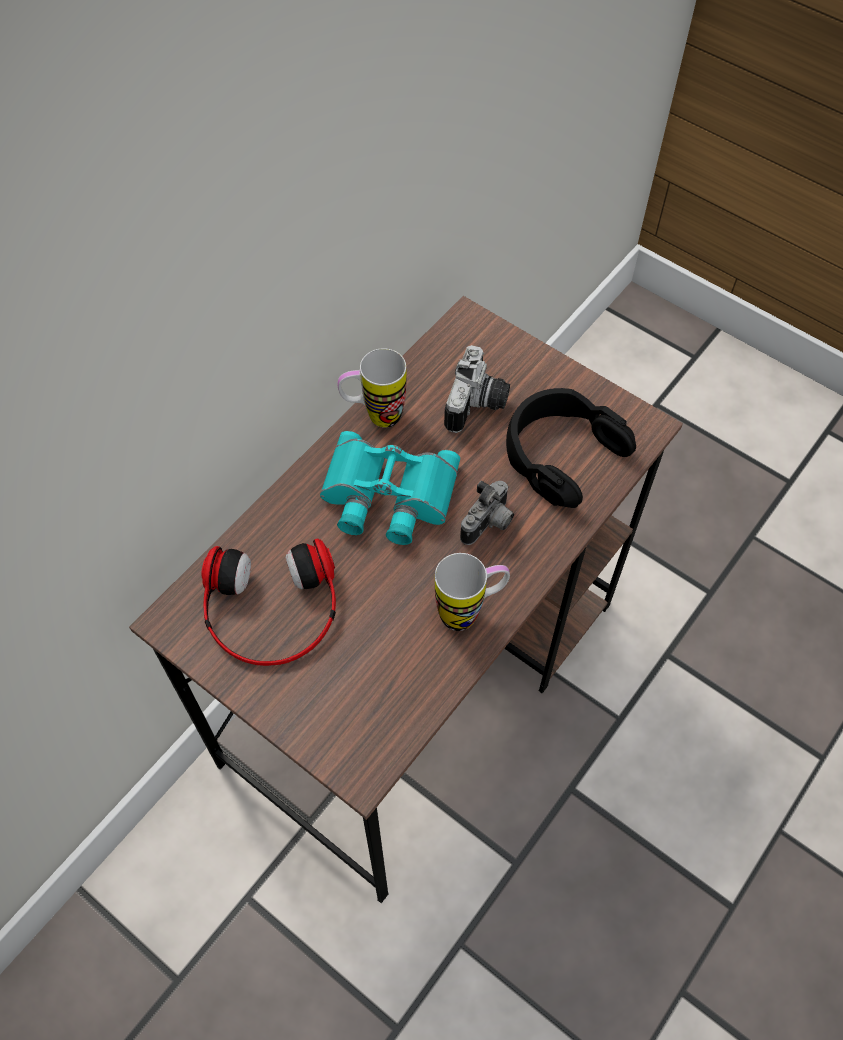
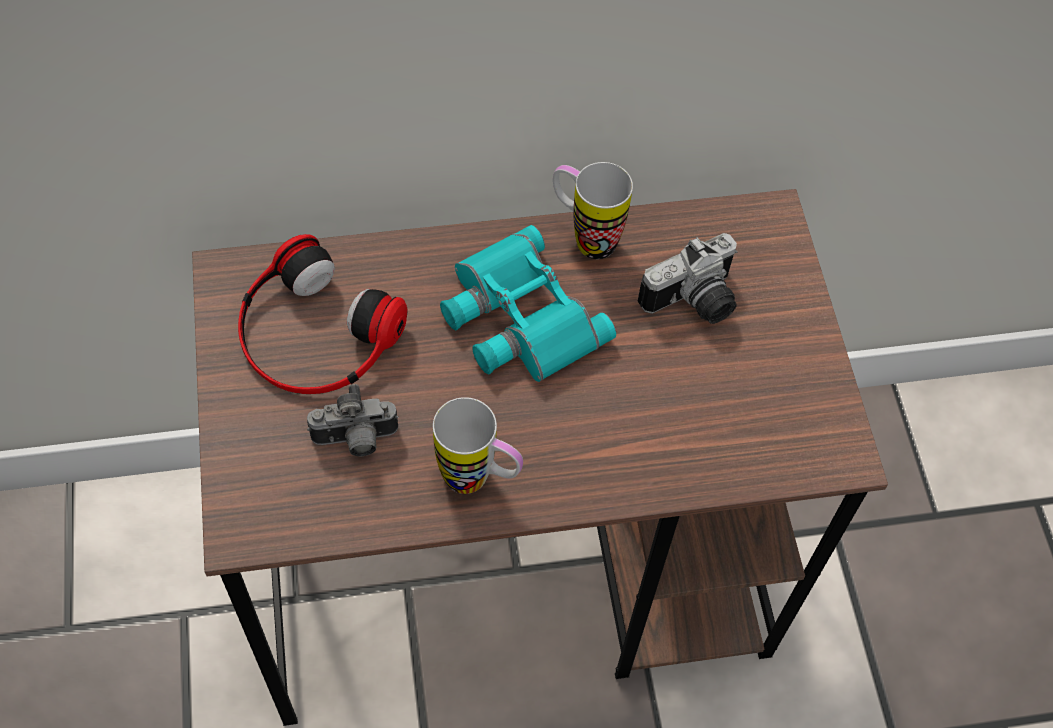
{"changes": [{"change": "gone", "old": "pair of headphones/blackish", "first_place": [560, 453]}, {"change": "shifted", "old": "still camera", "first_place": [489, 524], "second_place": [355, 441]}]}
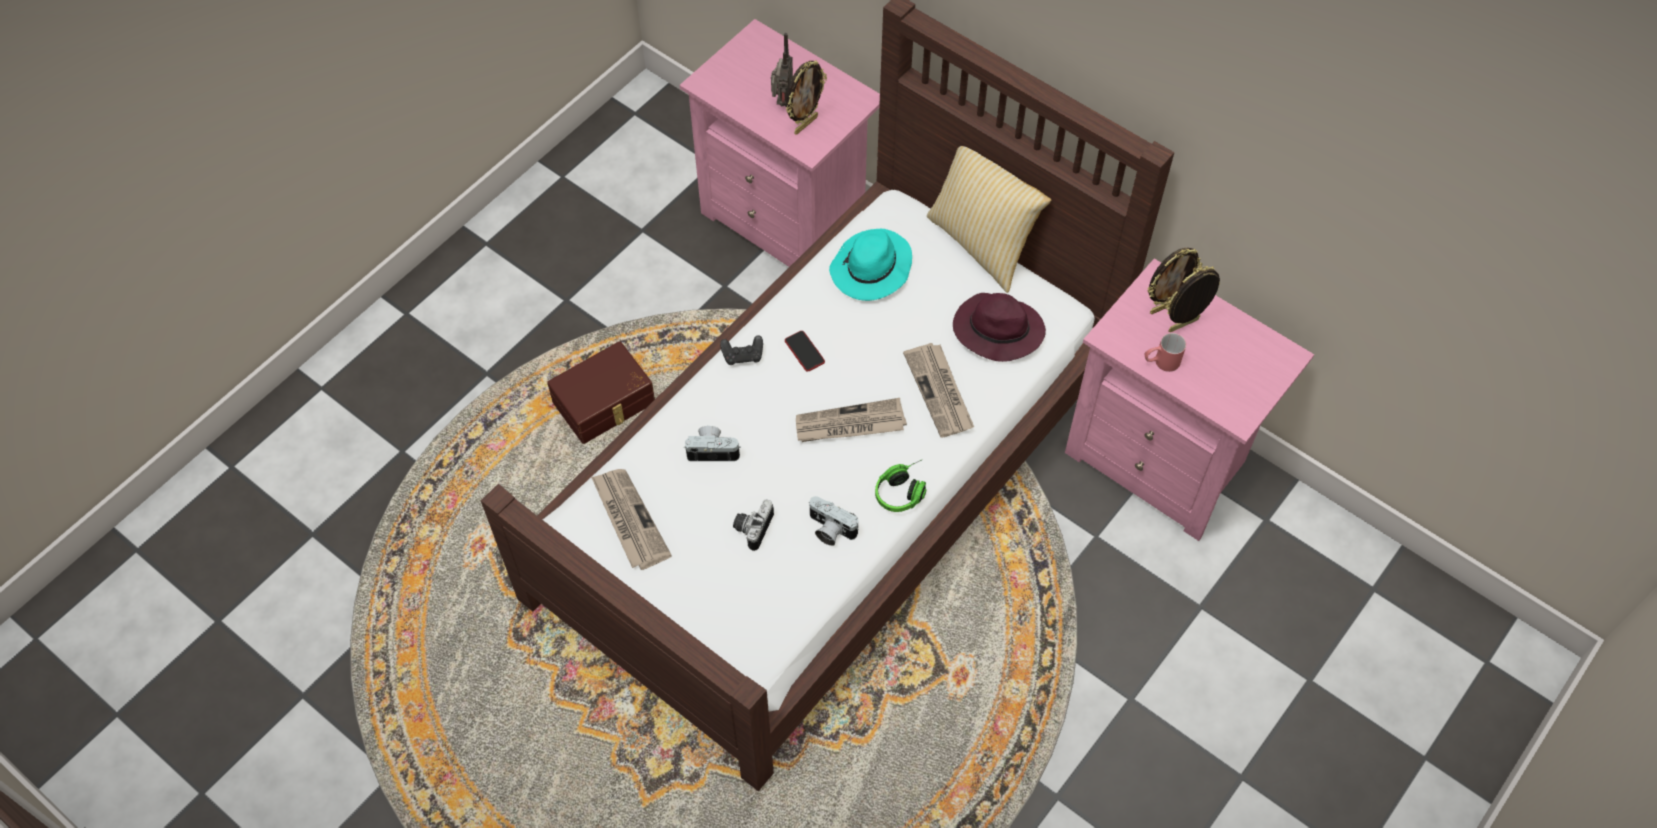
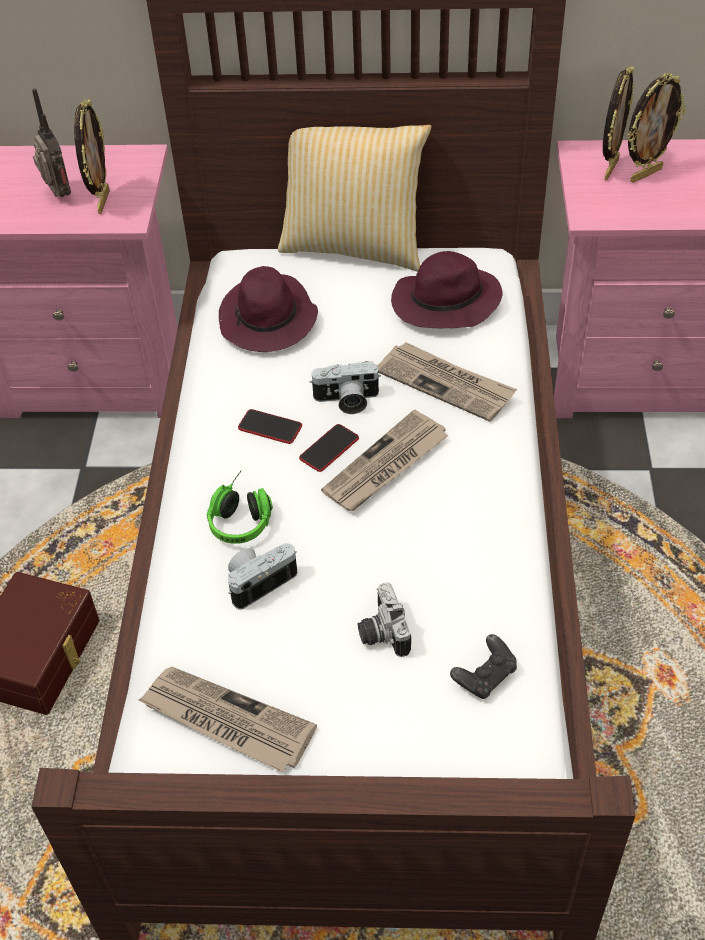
{"changes": [{"change": "gone", "old": "tea mug/reddish", "first_place": [1161, 362]}, {"change": "new", "new": "phone", "second_place": [329, 449]}, {"change": "shifted", "old": "joypad/blackish", "first_place": [743, 356], "second_place": [485, 676]}, {"change": "shifted", "old": "still camera", "first_place": [829, 530], "second_place": [346, 401]}, {"change": "shifted", "old": "pair of headphones", "first_place": [904, 490], "second_place": [242, 516]}, {"change": "repainted", "old": "hat/turquoise-coloured", "new": "hat/purple", "first_place": [871, 269], "second_place": [268, 320]}, {"change": "rotated", "old": "standing frame", "first_place": [1184, 326], "second_place": [645, 174], "degrees": -150}]}
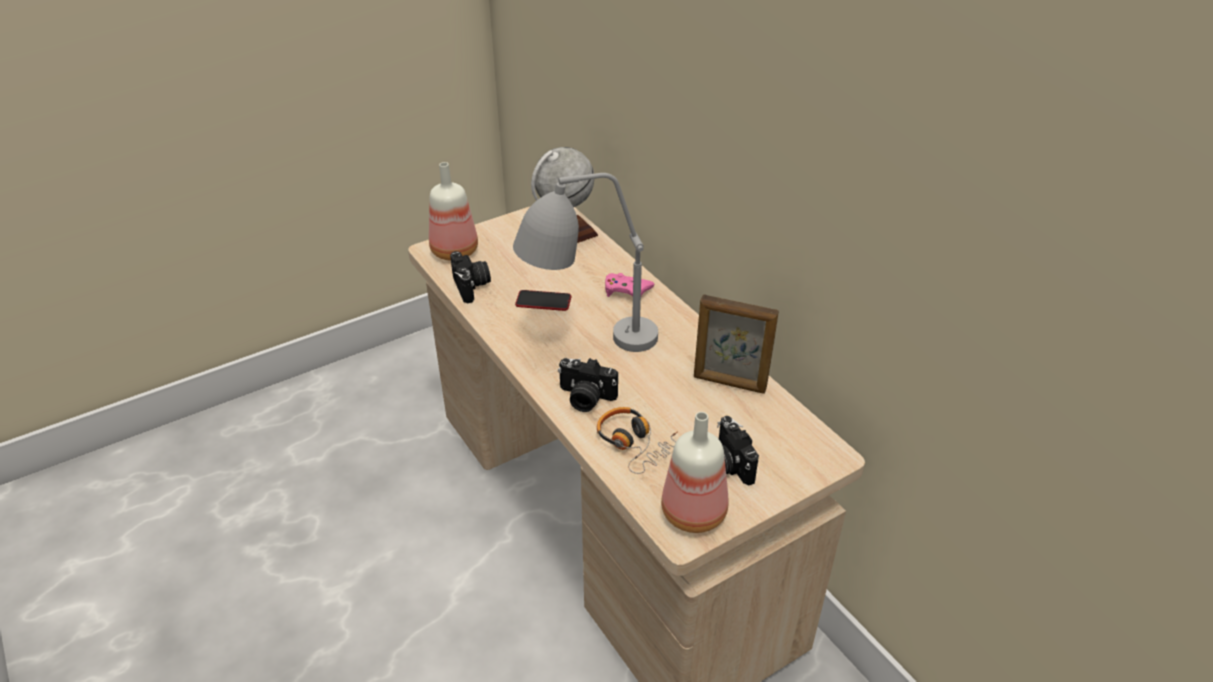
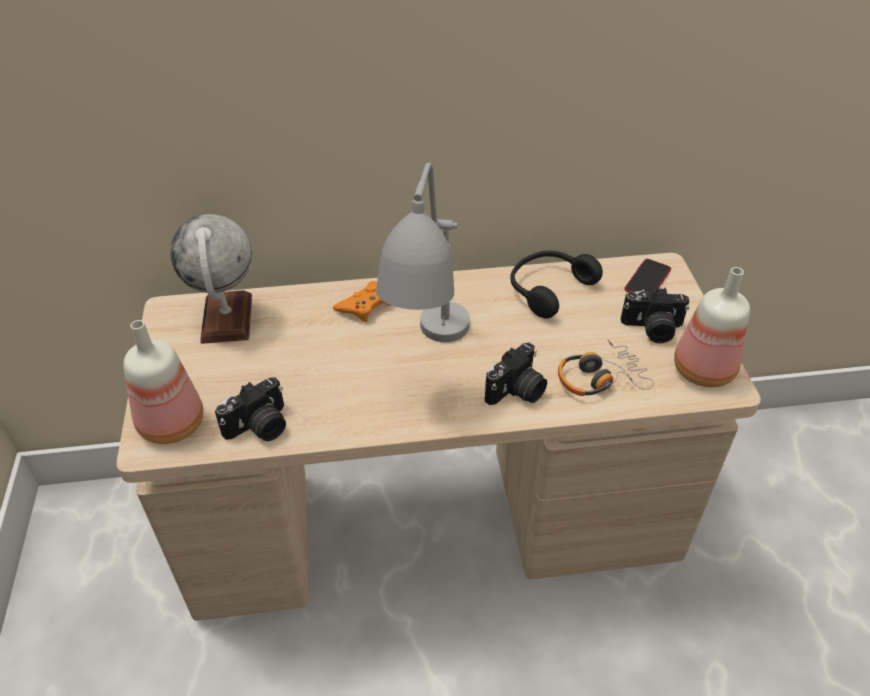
{"changes": [{"change": "shifted", "old": "phone", "first_place": [543, 301], "second_place": [647, 280]}, {"change": "swapped", "old": "standing frame", "new": "pair of headphones/blackish", "first_place": [729, 383], "second_place": [548, 289]}, {"change": "repainted", "old": "joypad/pinkish", "new": "joypad/orangey", "first_place": [626, 290], "second_place": [365, 305]}, {"change": "rotated", "old": "still camera", "first_place": [472, 286], "second_place": [259, 427], "degrees": 135}]}
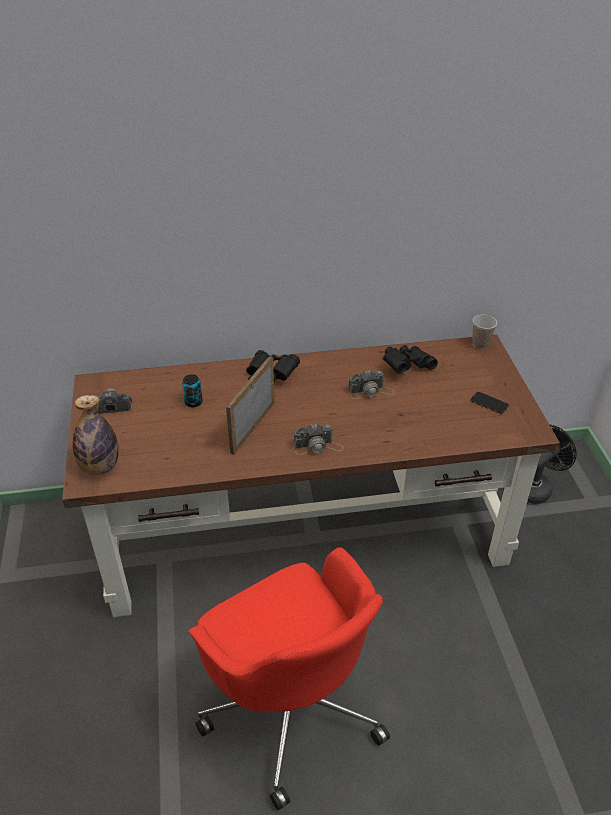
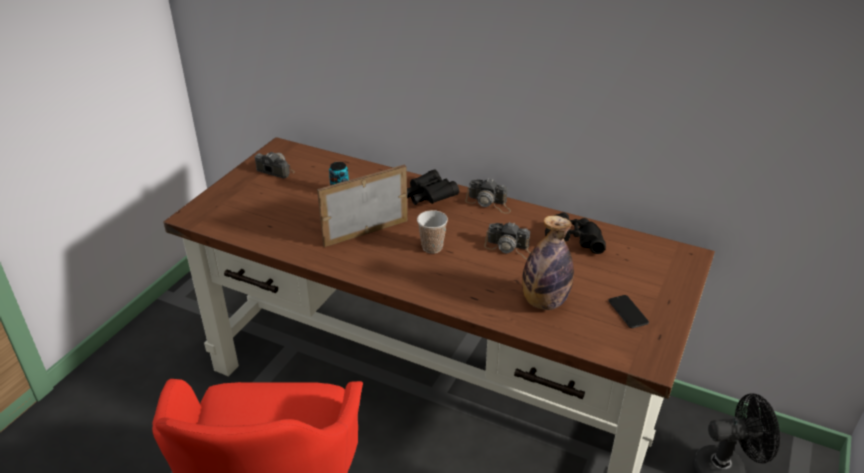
{"changes": [{"change": "shifted", "old": "bottle", "first_place": [100, 467], "second_place": [544, 302]}, {"change": "shifted", "old": "still camera", "first_place": [318, 446], "second_place": [489, 203]}, {"change": "shifted", "old": "small cup", "first_place": [480, 344], "second_place": [432, 247]}]}
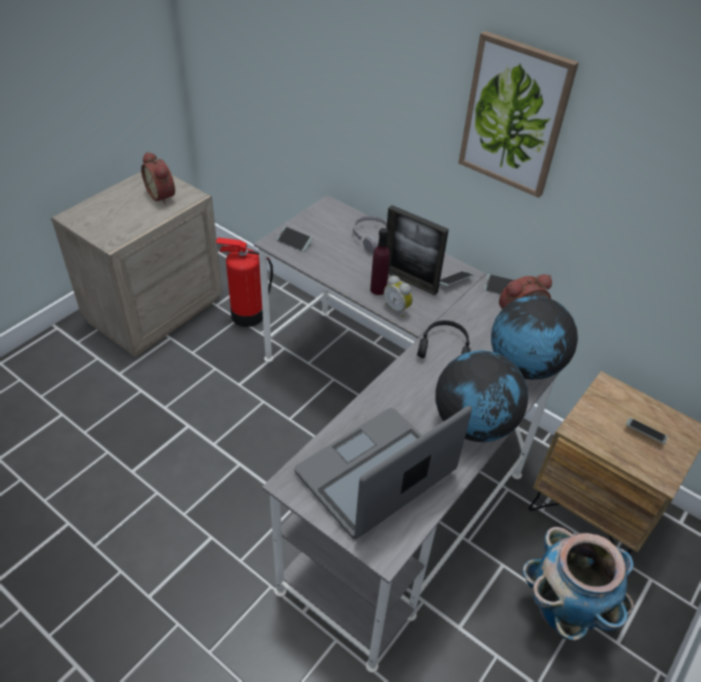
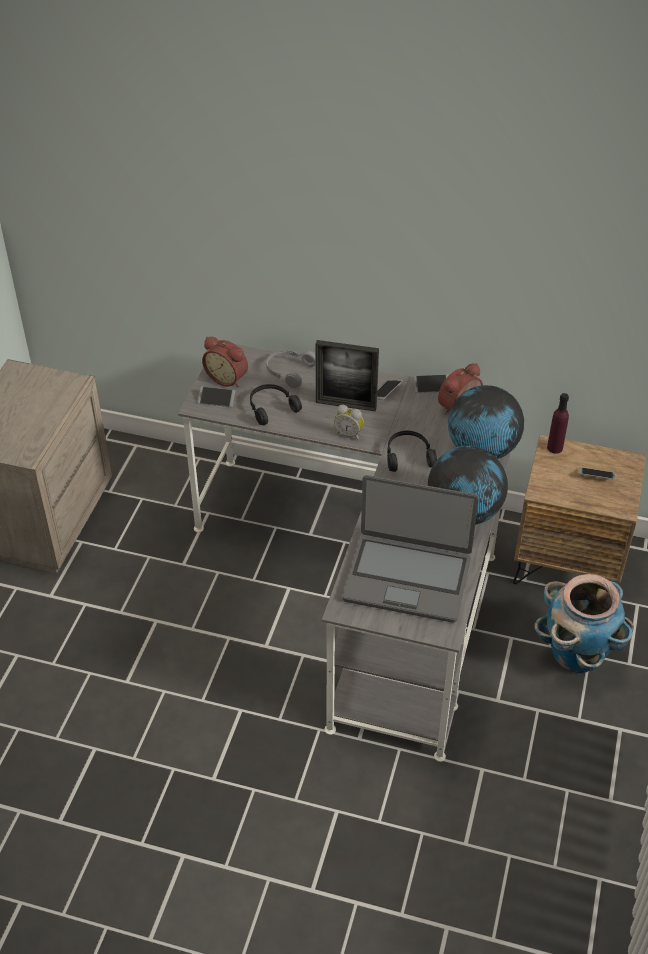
{"changes": [{"change": "gone", "old": "fire-fighting cylinder", "first_place": [246, 315]}, {"change": "gone", "old": "wall picture", "first_place": [515, 115]}, {"change": "new", "new": "pair of headphones/blackish", "second_place": [271, 408]}, {"change": "shifted", "old": "bedside clock", "first_place": [163, 195], "second_place": [227, 377]}, {"change": "shifted", "old": "bottle/purple", "first_place": [378, 289], "second_place": [554, 448]}, {"change": "rotated", "old": "notebook computer", "first_place": [376, 474], "second_place": [407, 578], "degrees": -105}]}
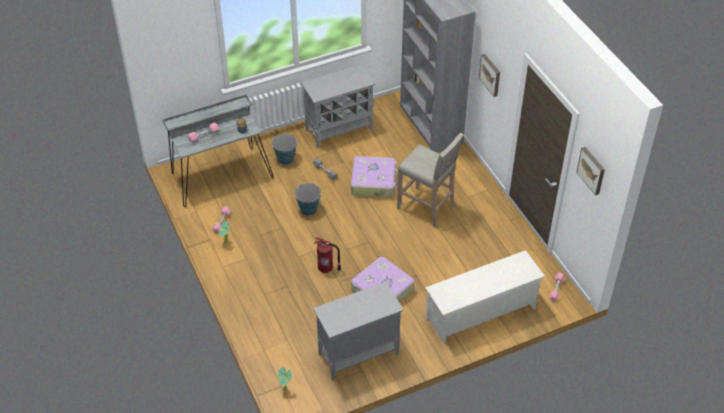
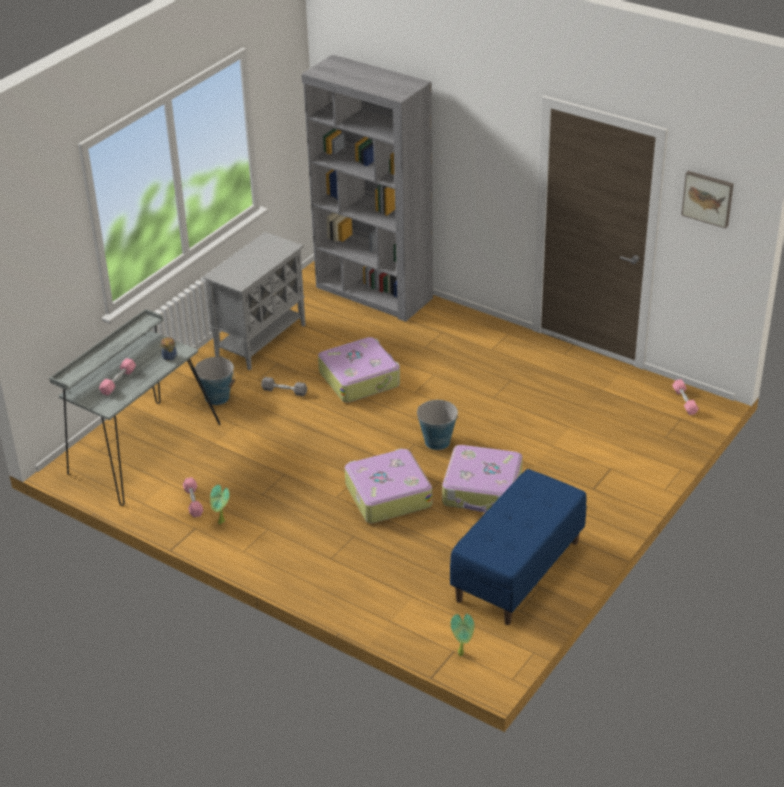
{"changes": [{"change": "gone", "old": "sitting stool/beige-coloured", "first_place": [426, 208]}, {"change": "gone", "old": "shoe stand/whitish", "first_place": [481, 313]}, {"change": "gone", "old": "wall picture", "first_place": [491, 74]}, {"change": "shifted", "old": "bucket", "first_place": [308, 209], "second_place": [437, 442]}, {"change": "swapped", "old": "storage cabinet/gray", "new": "indoor bench/bluish", "first_place": [357, 355], "second_place": [518, 571]}, {"change": "swapped", "old": "fire-fighting cylinder", "new": "travel case", "first_place": [326, 268], "second_place": [387, 495]}]}
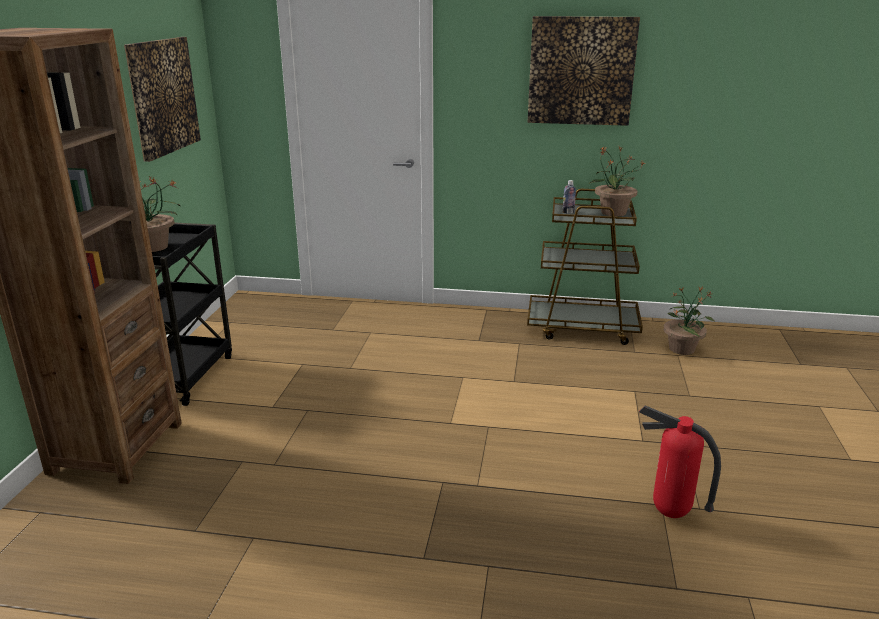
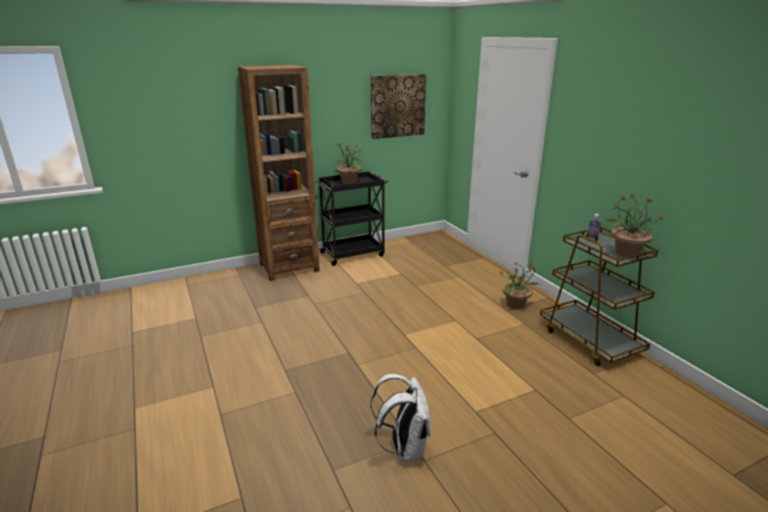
{"changes": [{"change": "gone", "old": "wall picture", "first_place": [581, 71]}, {"change": "shifted", "old": "plant in a pot", "first_place": [682, 349], "second_place": [516, 304]}, {"change": "swapped", "old": "fire-fighting cylinder", "new": "knapsack/whitish", "first_place": [670, 514], "second_place": [404, 447]}]}
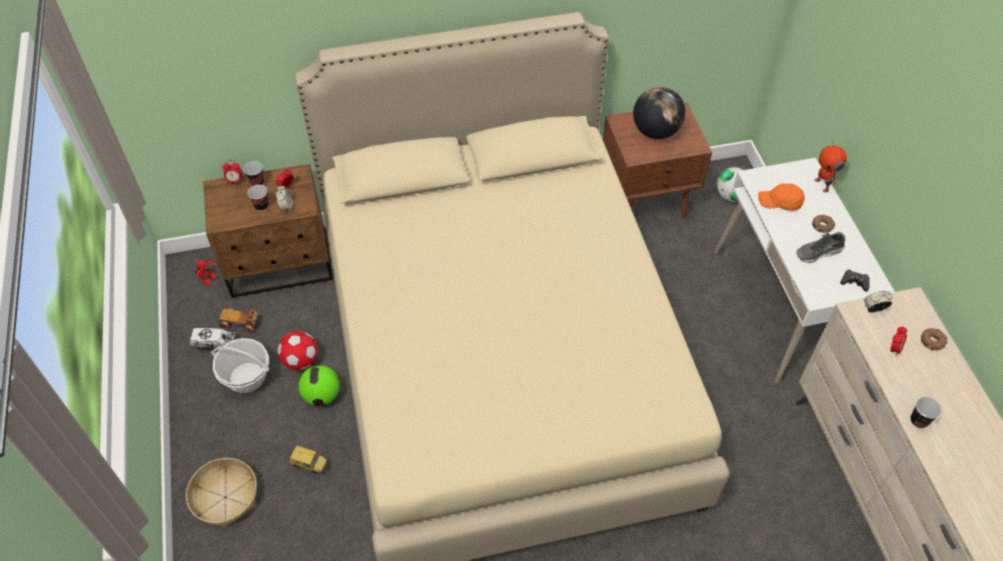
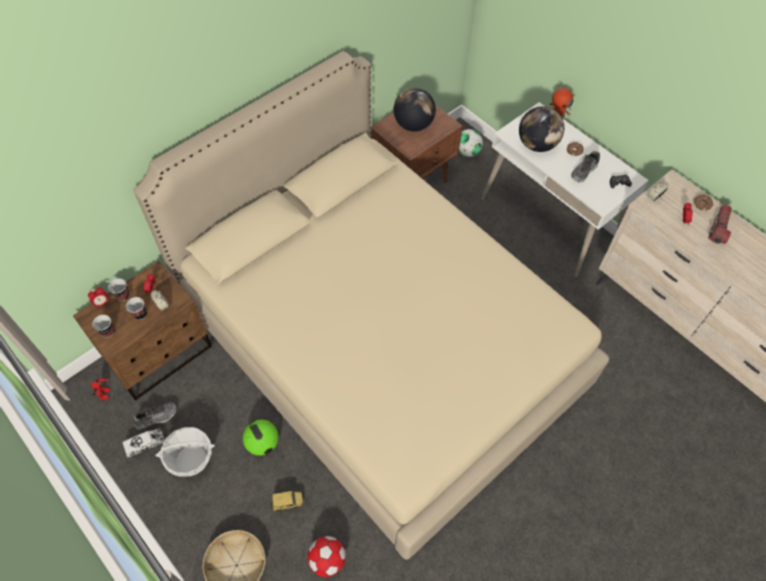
{"changes": [{"change": "new", "new": "hand torch", "second_place": [719, 228]}, {"change": "shifted", "old": "football", "first_place": [301, 361], "second_place": [327, 560]}, {"change": "shifted", "old": "small cup", "first_place": [919, 420], "second_place": [108, 332]}, {"change": "swapped", "old": "model car", "new": "low shoe", "first_place": [240, 322], "second_place": [156, 417]}, {"change": "swapped", "old": "cap/orangey", "new": "world globe", "first_place": [780, 202], "second_place": [537, 145]}]}
